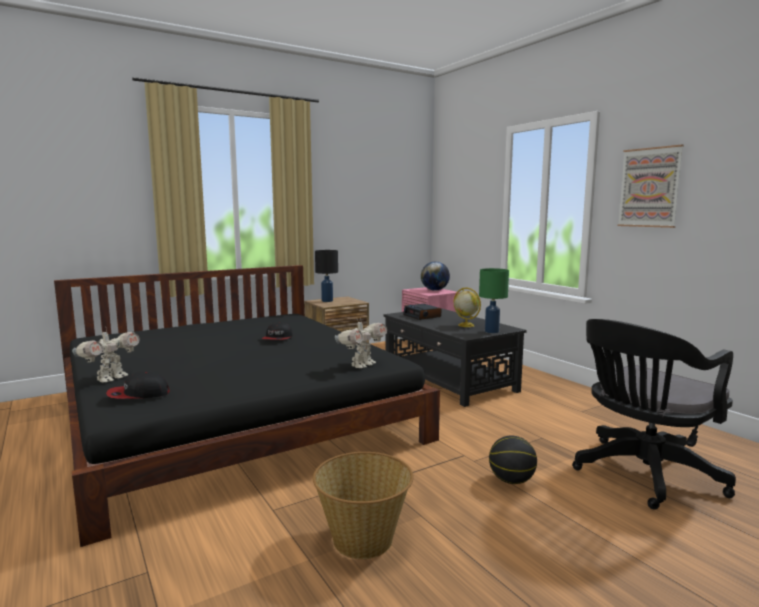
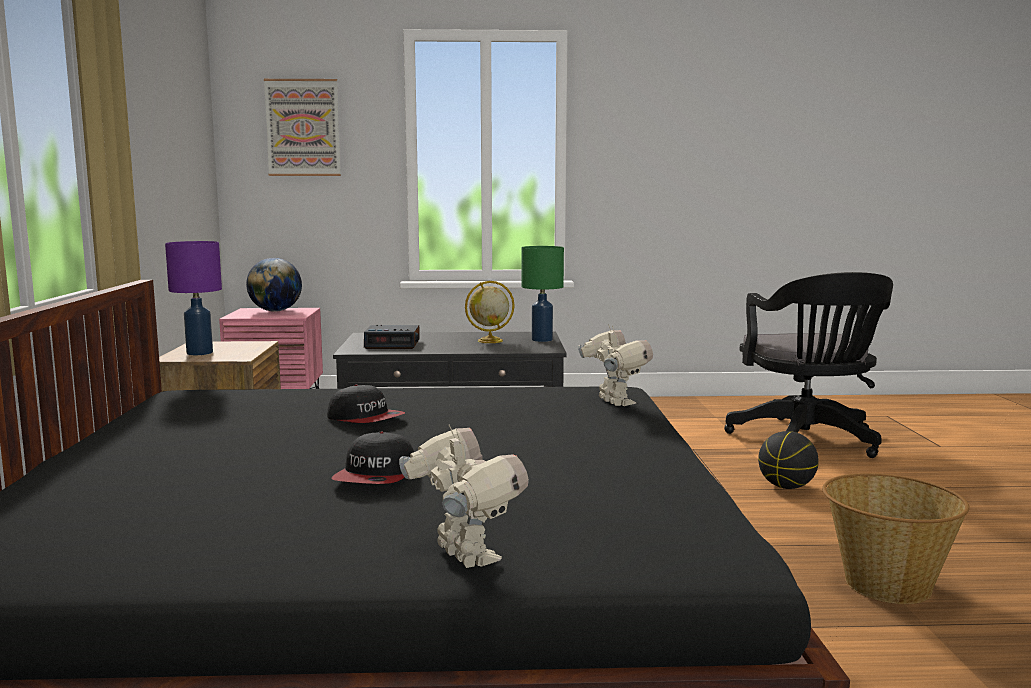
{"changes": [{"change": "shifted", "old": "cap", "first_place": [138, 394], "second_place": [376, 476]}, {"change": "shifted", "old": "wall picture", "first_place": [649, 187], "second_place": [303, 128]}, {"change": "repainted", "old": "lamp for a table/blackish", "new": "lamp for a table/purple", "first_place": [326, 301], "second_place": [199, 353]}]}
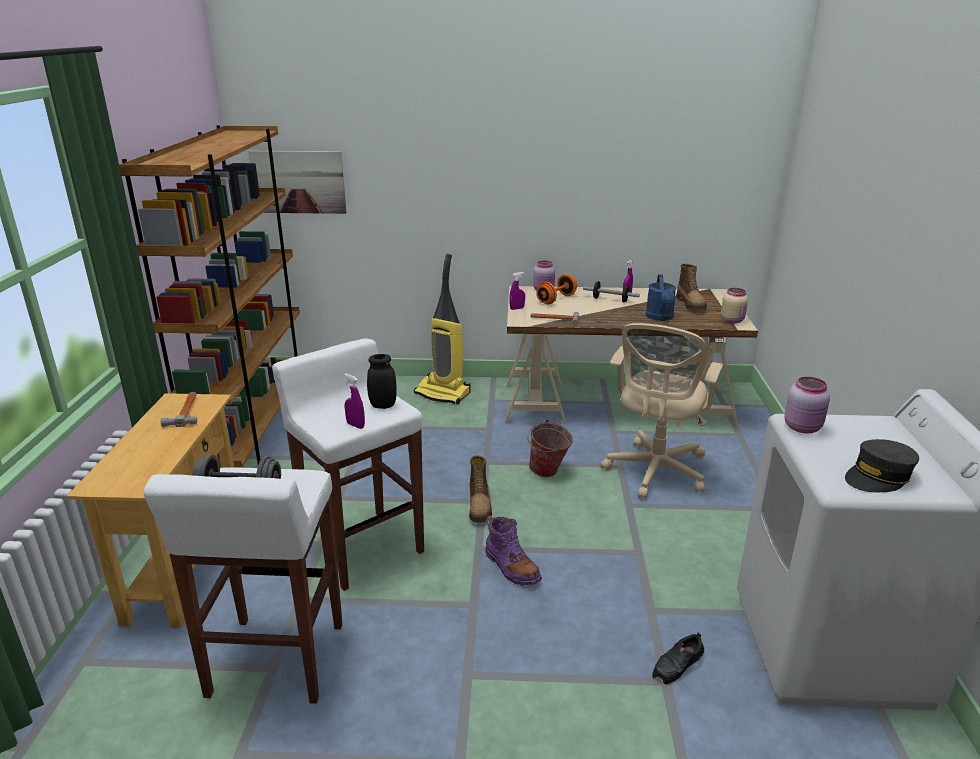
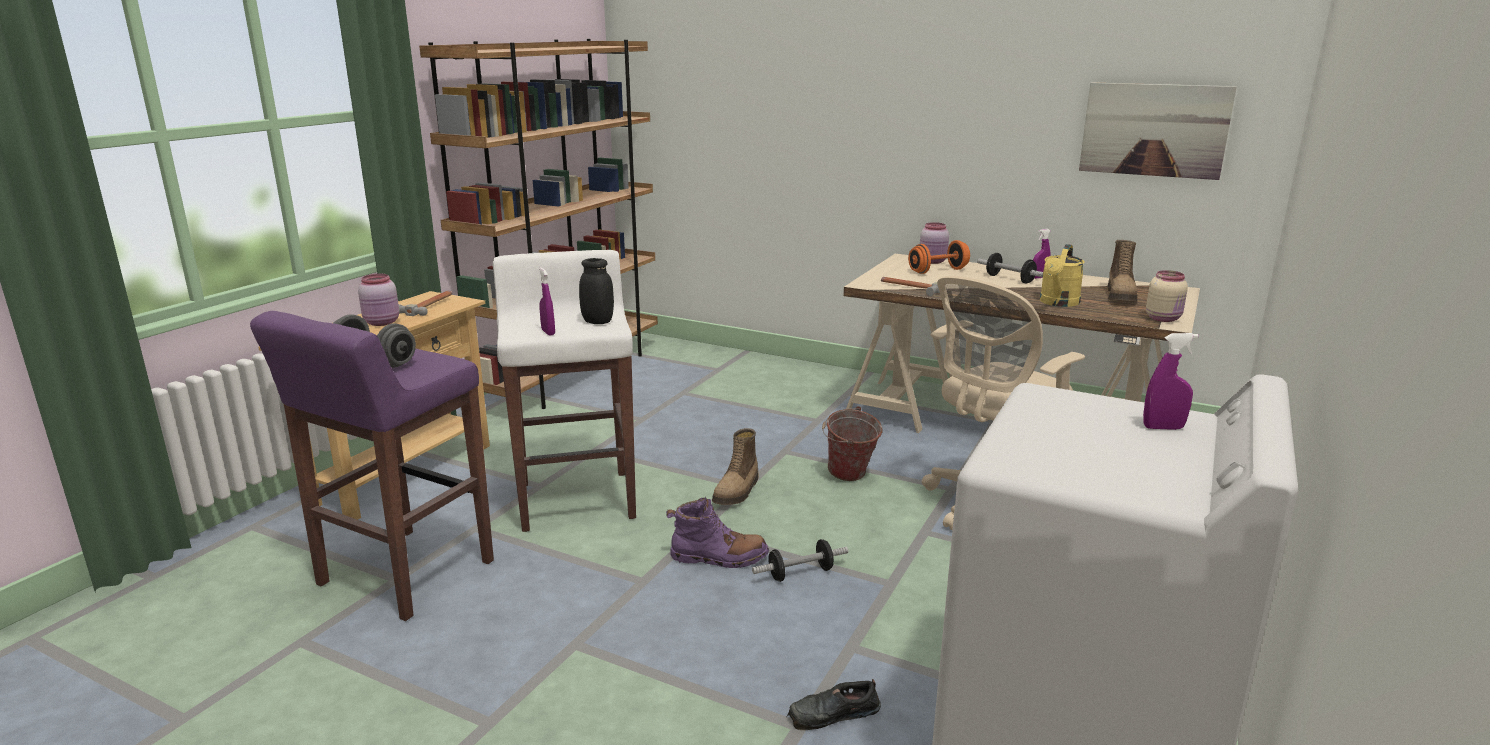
{"changes": [{"change": "gone", "old": "vacuum cleaner", "first_place": [443, 393]}, {"change": "gone", "old": "cap/gray", "first_place": [878, 476]}, {"change": "new", "new": "free weight", "second_place": [800, 573]}, {"change": "shifted", "old": "wall picture", "first_place": [298, 182], "second_place": [1154, 130]}, {"change": "shifted", "old": "hand sprayer/purple", "first_place": [517, 308], "second_place": [1163, 428]}, {"change": "shifted", "old": "storage jar/pinkish", "first_place": [803, 427], "second_place": [383, 322]}, {"change": "repainted", "old": "sitting stool/whitish", "new": "sitting stool/purple", "first_place": [275, 661], "second_place": [404, 574]}, {"change": "repainted", "old": "sprinkling can/bluish", "new": "sprinkling can/yellowish", "first_place": [660, 317], "second_place": [1058, 303]}, {"change": "rotated", "old": "tall boot/purple", "first_place": [511, 567], "second_place": [719, 557], "degrees": -75}]}
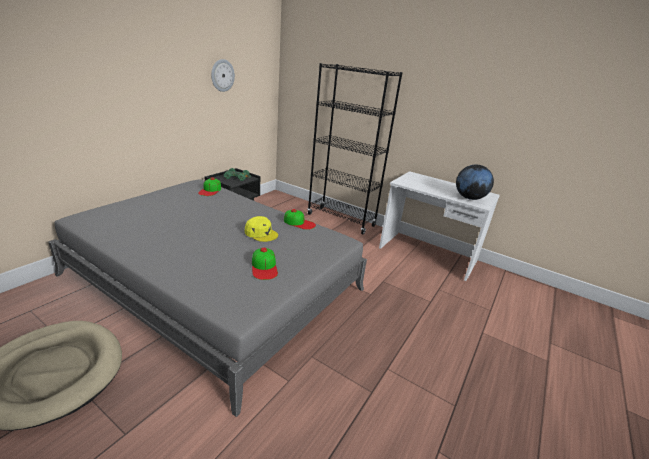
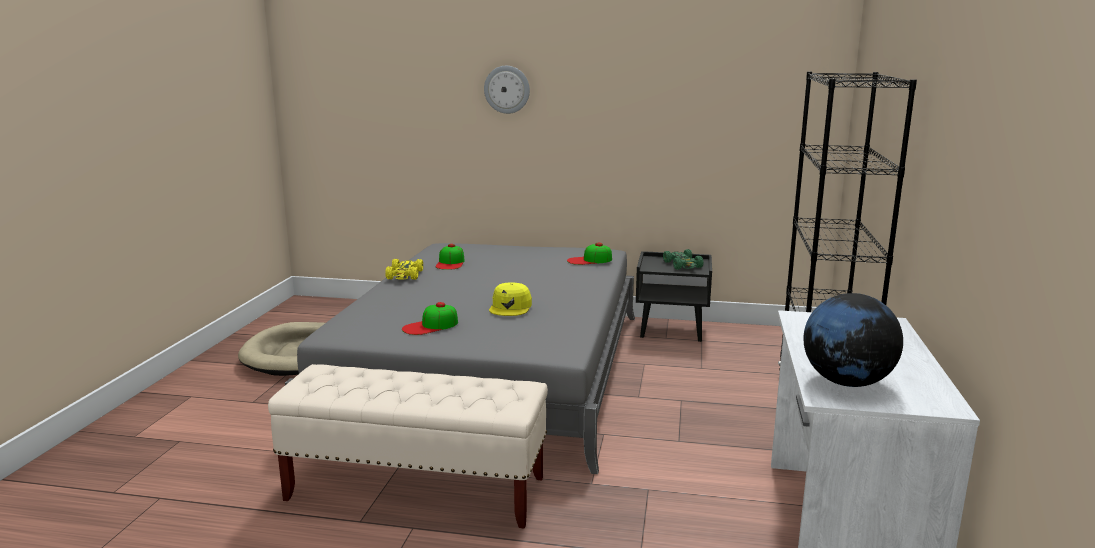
{"changes": [{"change": "new", "new": "indoor bench/beige-coloured", "second_place": [417, 490]}, {"change": "new", "new": "model car/yellowish", "second_place": [405, 275]}, {"change": "shifted", "old": "hanging clock", "first_place": [222, 75], "second_place": [507, 89]}, {"change": "shifted", "old": "cap", "first_place": [299, 223], "second_place": [450, 263]}]}
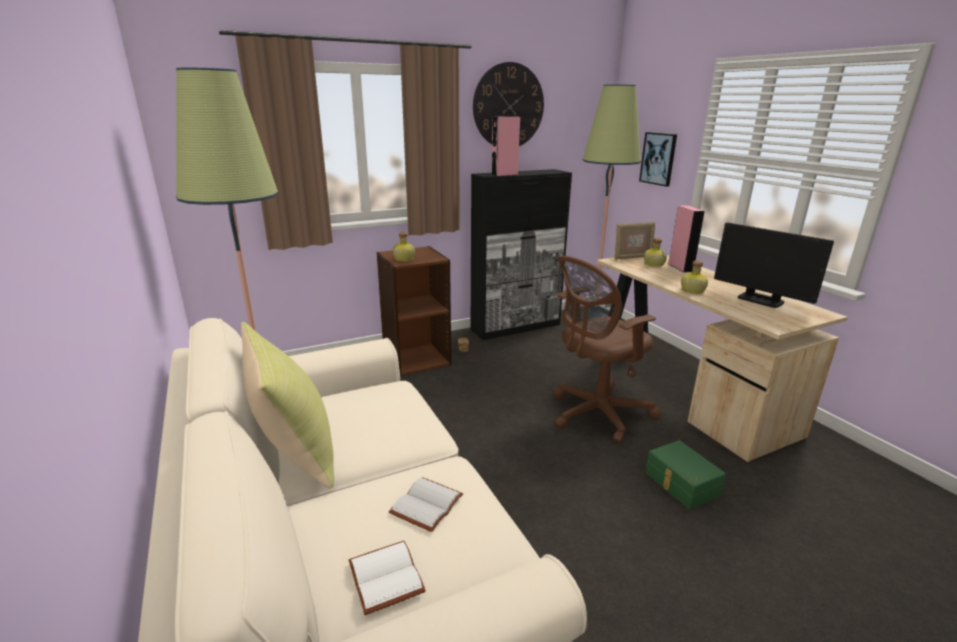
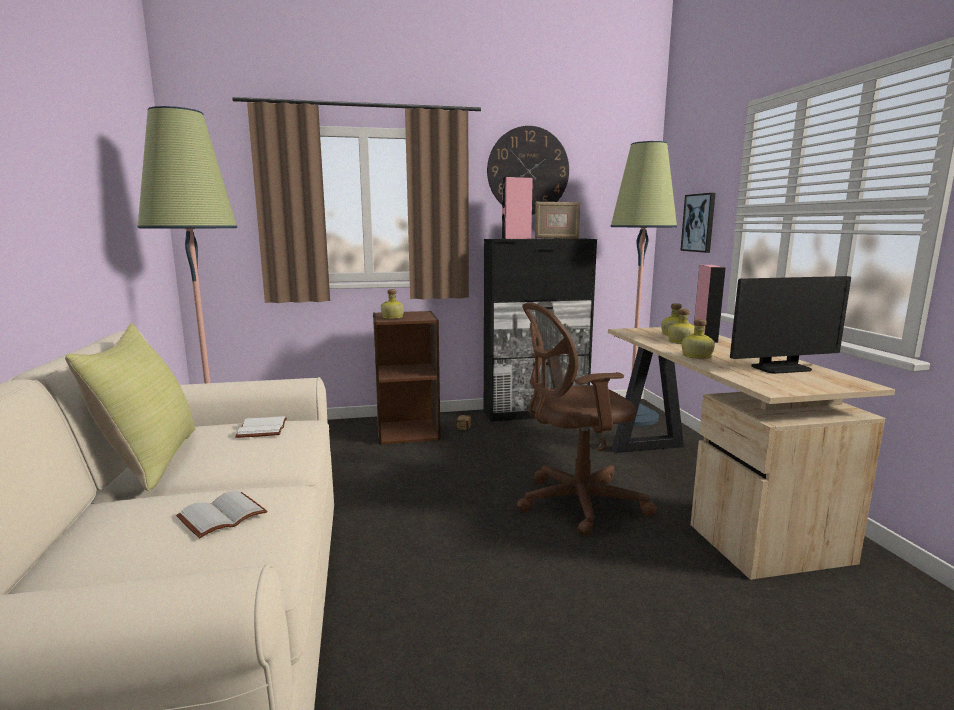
{"changes": [{"change": "gone", "old": "storage box/green", "first_place": [680, 484]}, {"change": "new", "new": "bottle", "second_place": [680, 342]}, {"change": "shifted", "old": "bound book/whitish", "first_place": [383, 577], "second_place": [261, 429]}, {"change": "shifted", "old": "standing frame", "first_place": [632, 257], "second_place": [556, 238]}, {"change": "rotated", "old": "computer screen", "first_place": [760, 300], "second_place": [780, 368], "degrees": -75}]}
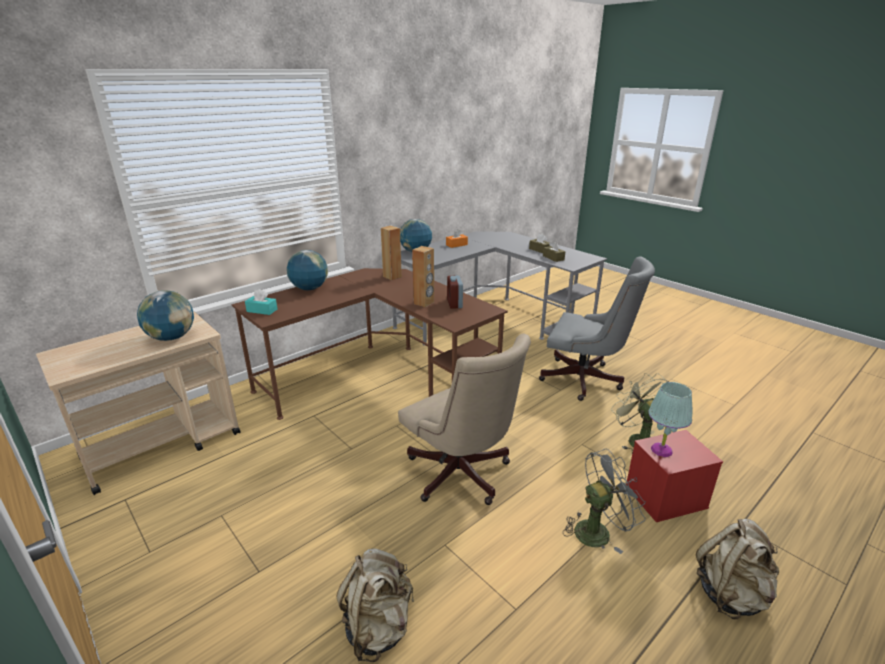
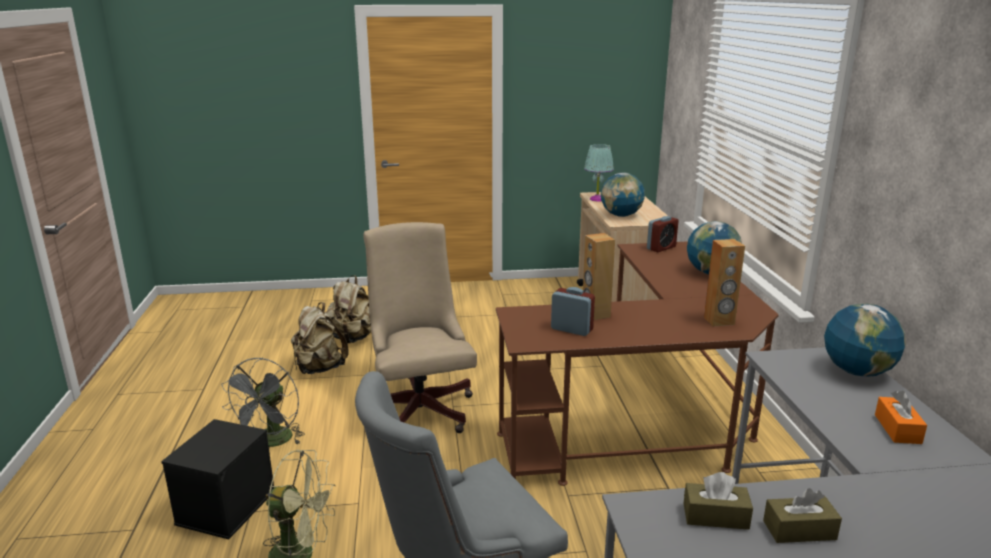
{"changes": [{"change": "shifted", "old": "lamp for a table/turquoise-coloured", "first_place": [661, 450], "second_place": [597, 199]}, {"change": "shifted", "old": "knapsack/beige-coloured", "first_place": [731, 593], "second_place": [319, 368]}, {"change": "swapped", "old": "tissue holder/turquoise-coloured", "new": "bedside clock", "first_place": [262, 310], "second_place": [661, 248]}, {"change": "repainted", "old": "storage box/reddish", "new": "storage box/blackish", "first_place": [665, 498], "second_place": [226, 506]}, {"change": "rotated", "old": "computer chair/beige-coloured", "first_place": [461, 477], "second_place": [420, 406], "degrees": 75}]}
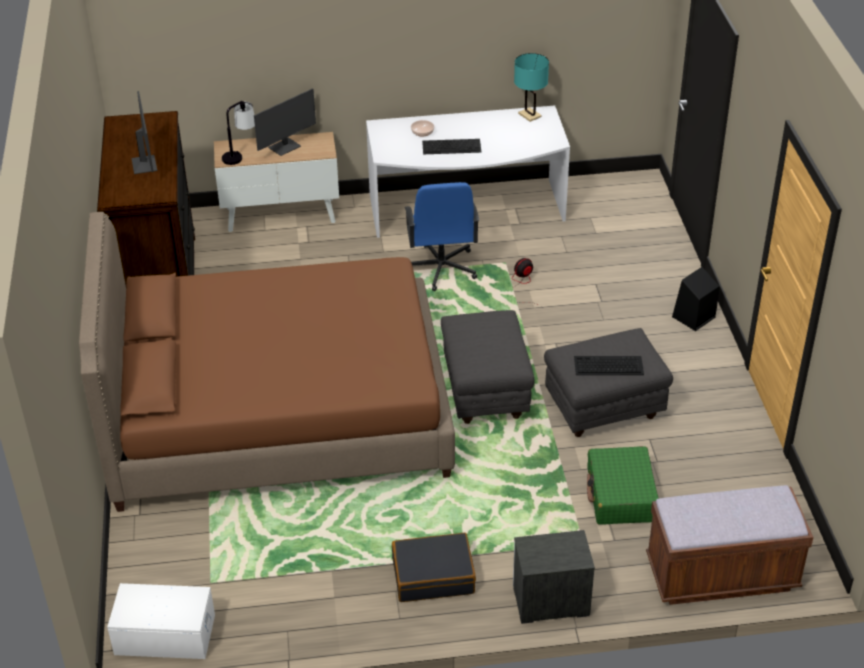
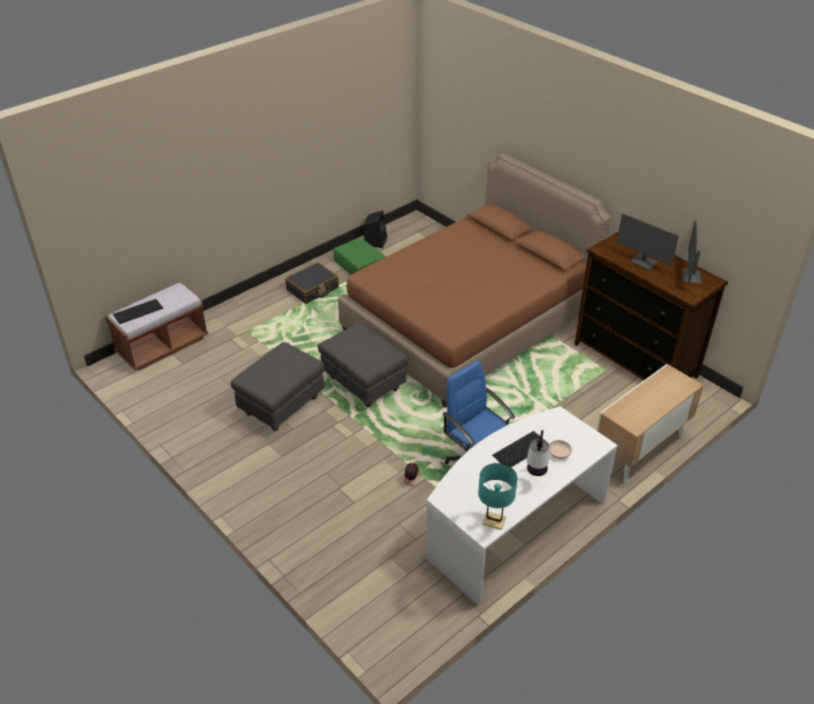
{"changes": [{"change": "gone", "old": "storage box/whitish", "first_place": [165, 633]}, {"change": "gone", "old": "night table", "first_place": [549, 600]}, {"change": "shifted", "old": "lamp for a table", "first_place": [240, 155], "second_place": [536, 476]}, {"change": "shifted", "old": "computer screen", "first_place": [285, 147], "second_place": [690, 276]}, {"change": "shifted", "old": "PC keyboard", "first_place": [608, 366], "second_place": [138, 311]}, {"change": "shifted", "old": "travel case/green", "first_place": [621, 495], "second_place": [359, 265]}, {"change": "shifted", "old": "speaker/blackish", "first_place": [693, 318], "second_place": [375, 241]}]}
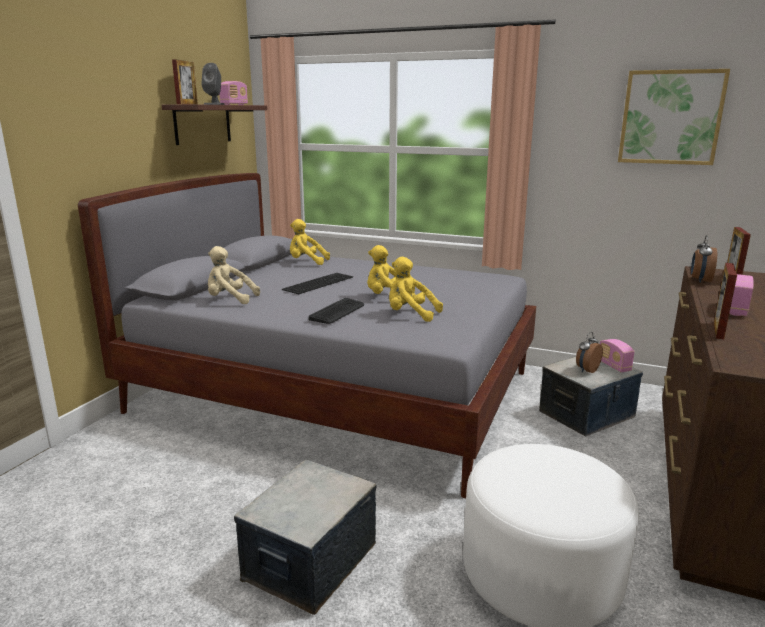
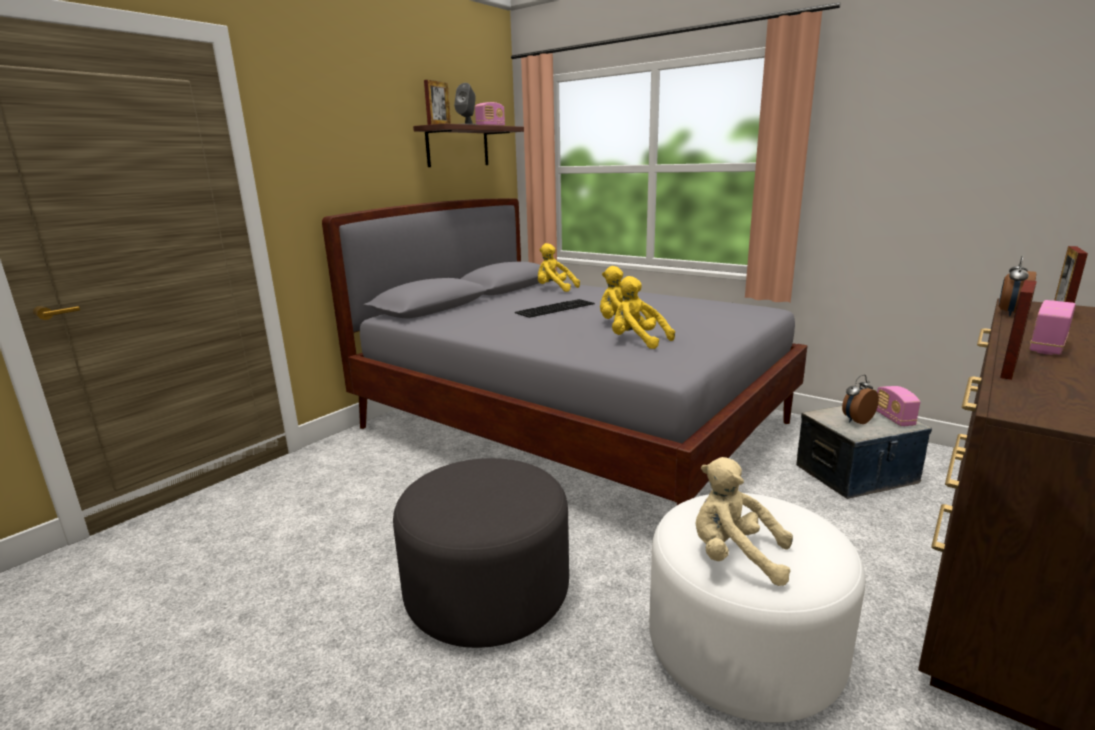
{"changes": [{"change": "gone", "old": "PC keyboard", "first_place": [337, 312]}, {"change": "gone", "old": "wall picture", "first_place": [670, 117]}, {"change": "shifted", "old": "cuddly toy/beige-coloured", "first_place": [229, 299], "second_place": [735, 557]}, {"change": "swapped", "old": "storage box", "new": "footrest/gray", "first_place": [309, 561], "second_place": [487, 592]}]}
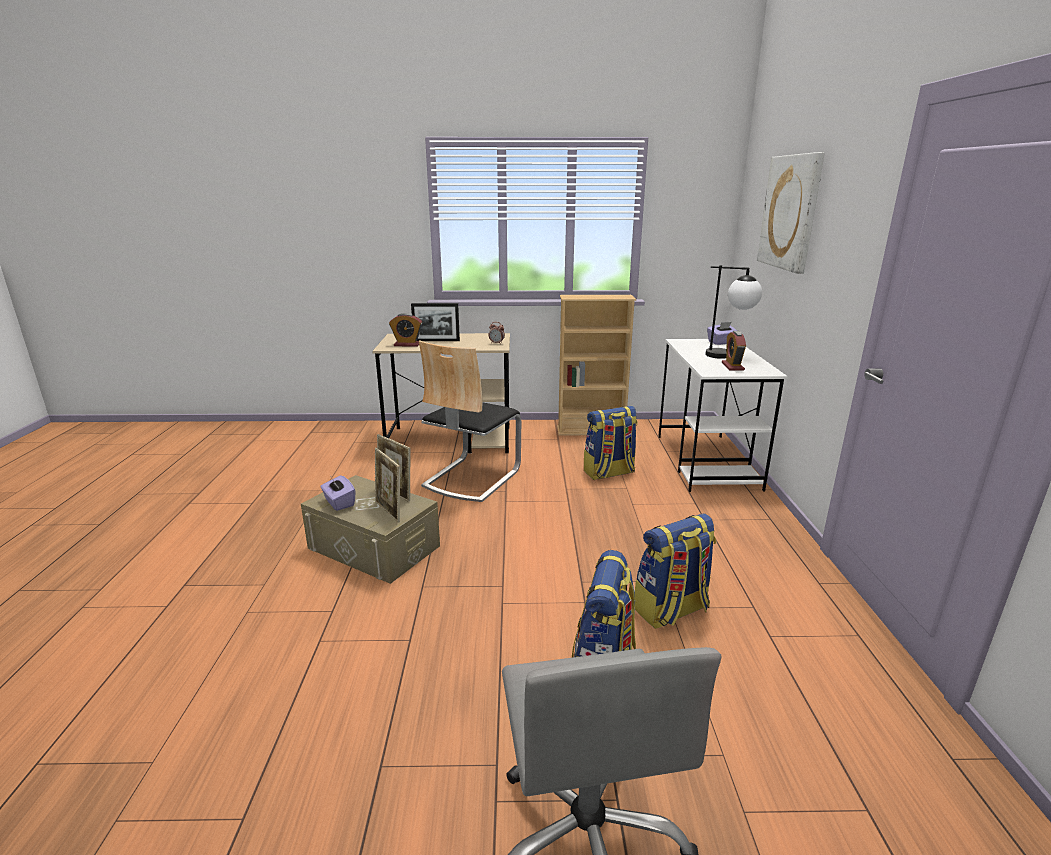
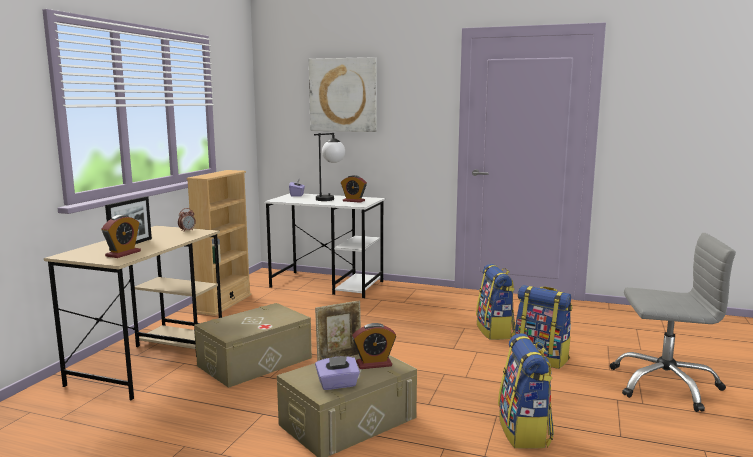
{"changes": [{"change": "shifted", "old": "knapsack", "first_place": [609, 473], "second_place": [525, 431]}, {"change": "swapped", "old": "standing frame", "new": "bedside clock", "first_place": [389, 511], "second_place": [374, 364]}, {"change": "swapped", "old": "chair", "new": "storage box/beige-coloured", "first_place": [471, 477], "second_place": [255, 362]}]}
